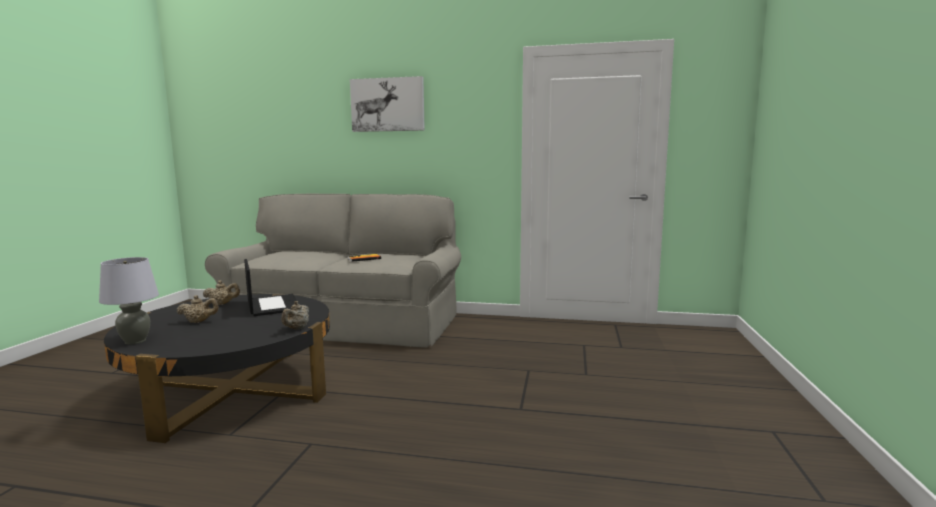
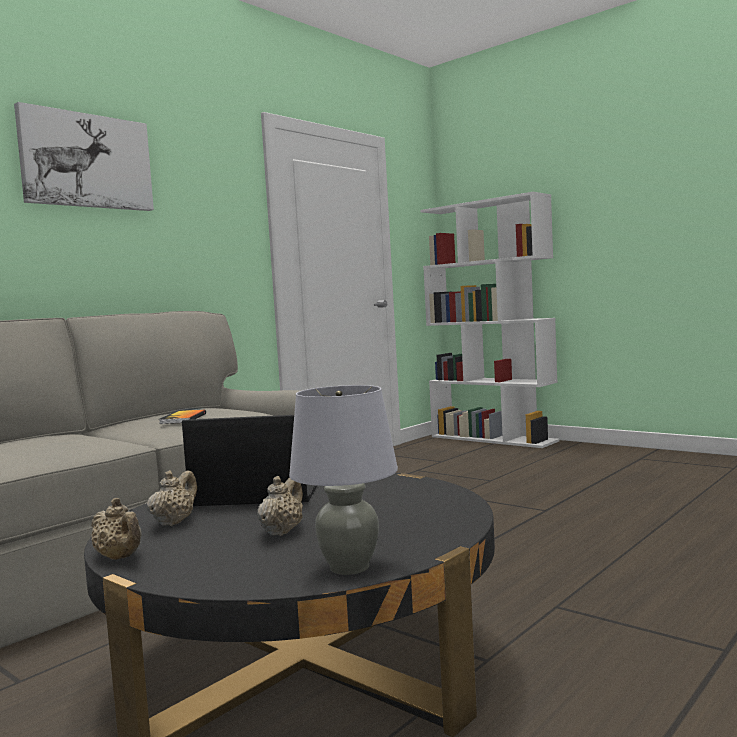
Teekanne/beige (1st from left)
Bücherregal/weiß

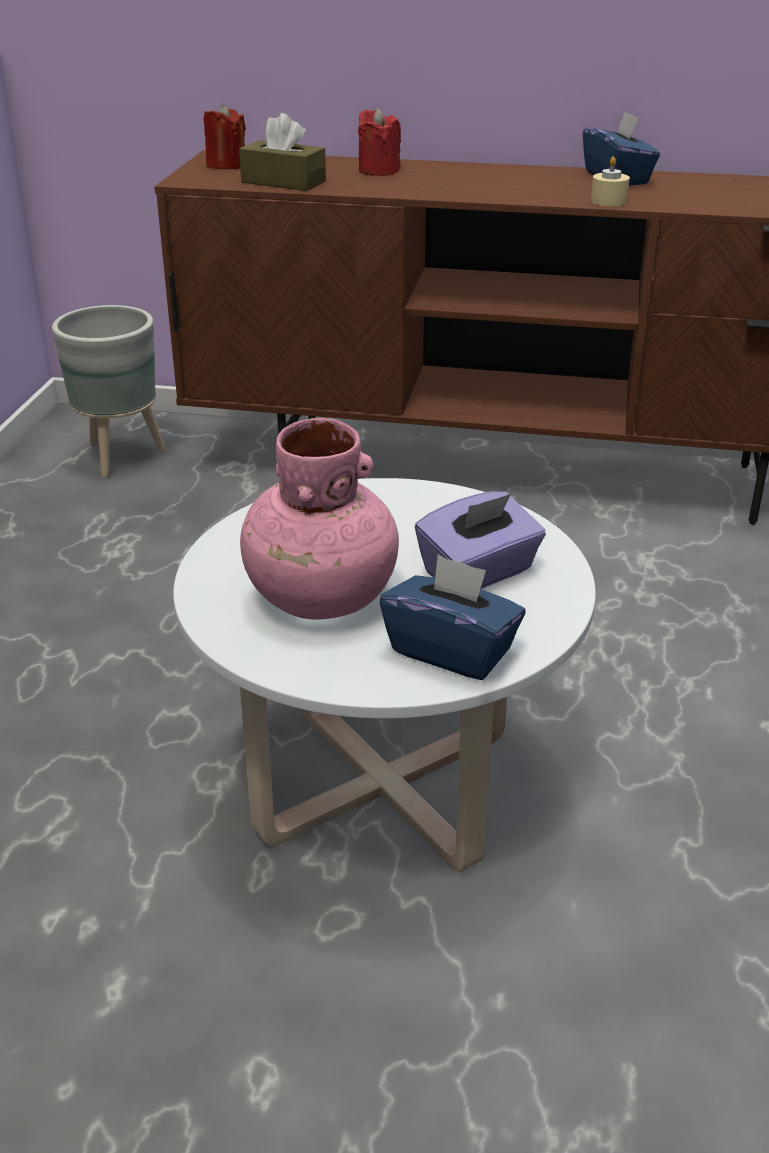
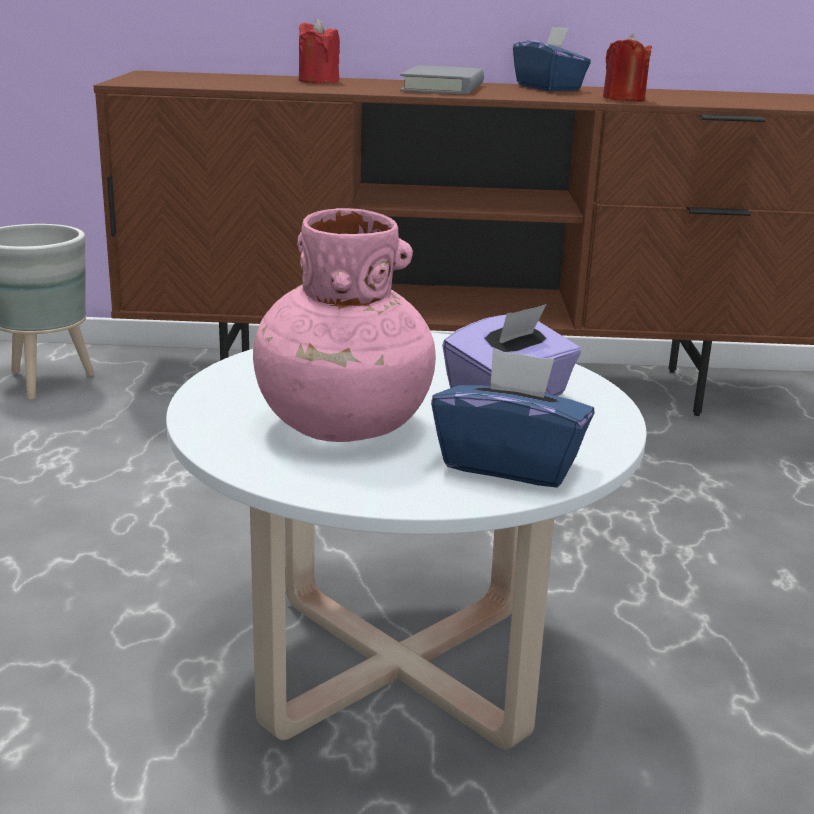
Kerze/rot (2nd from left)
Taschentuchbox/braun
Kerze/beige
Buch/grau

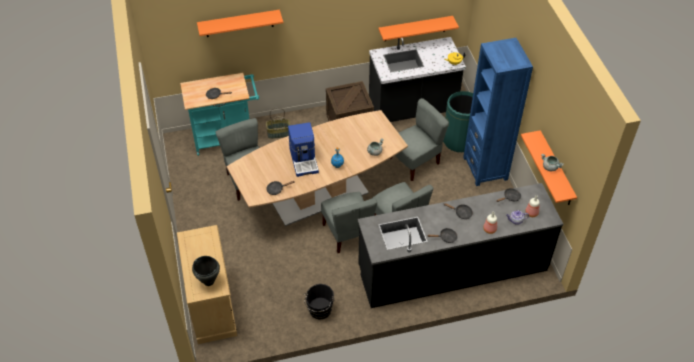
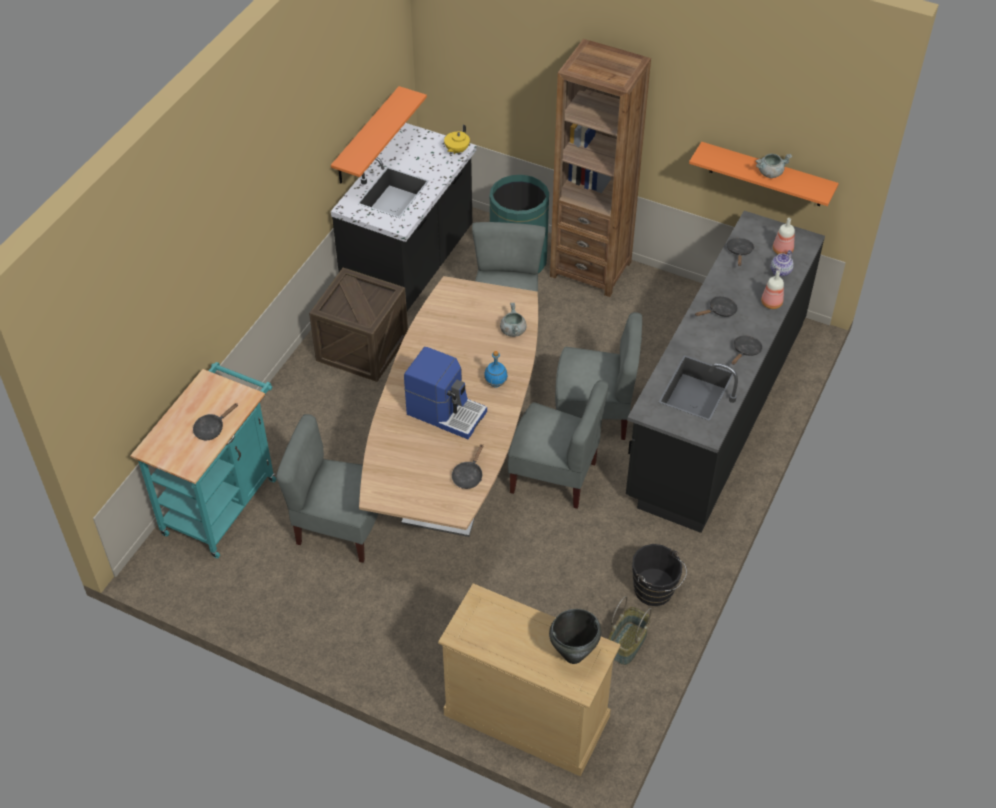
Wandregal/orange (1st from left in the first image)
Bücherregal/braun
Korb

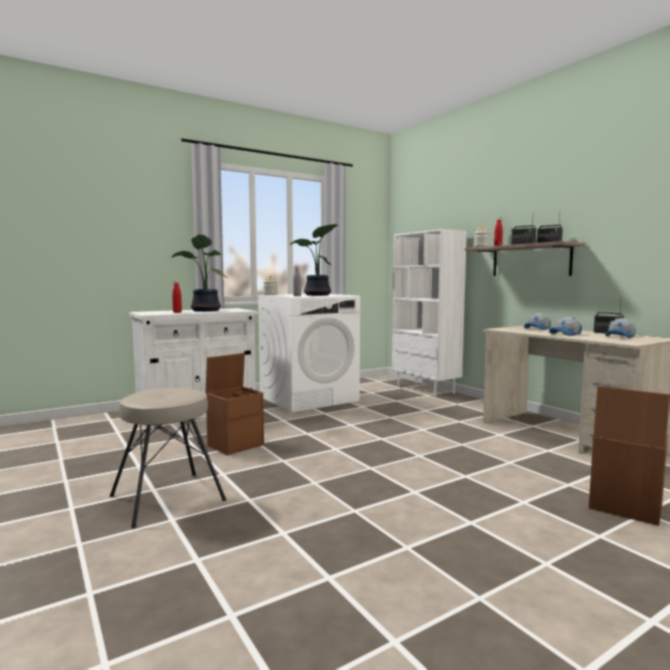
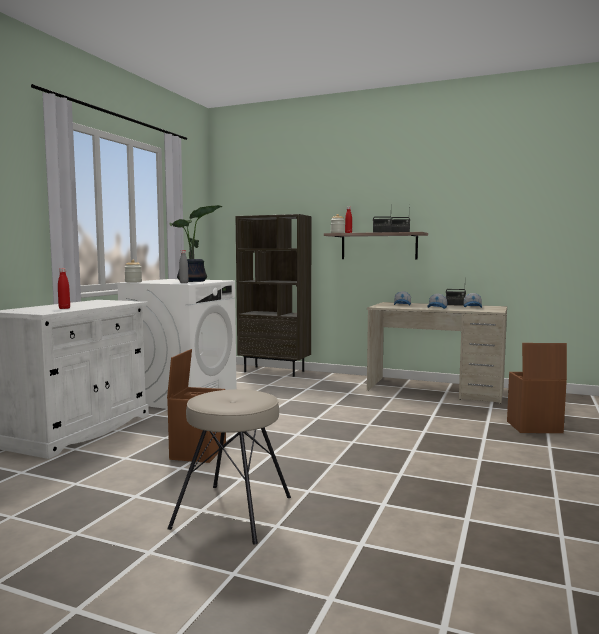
Bücherregal/braun
Topfpflanze (1st from left in the first image)

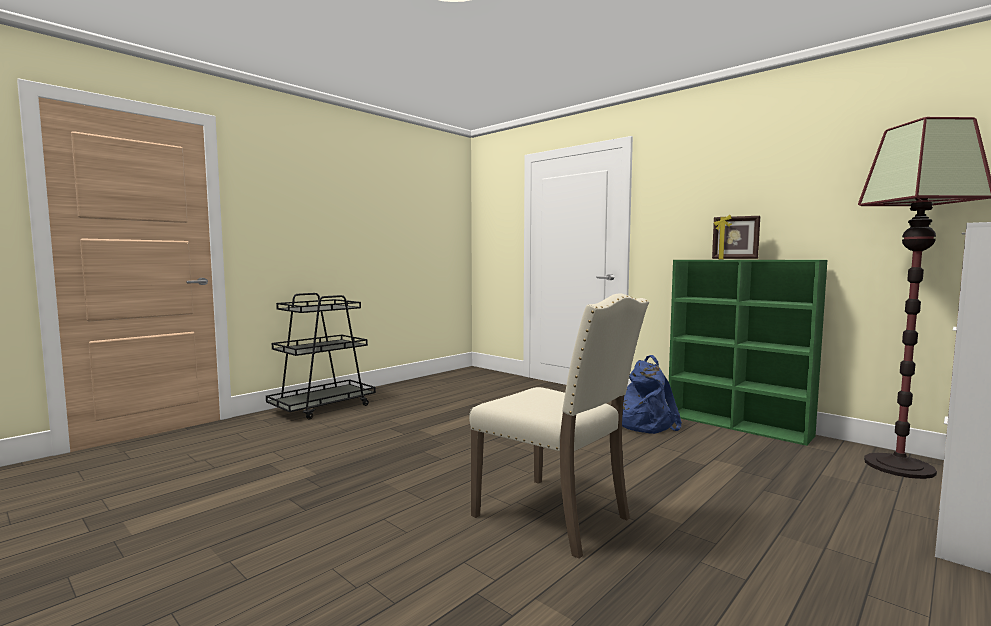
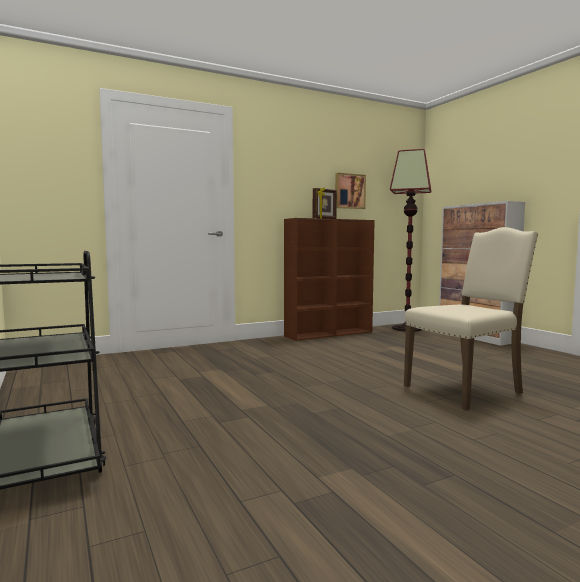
Bücherregal/braun
Rucksack/blau
Bild

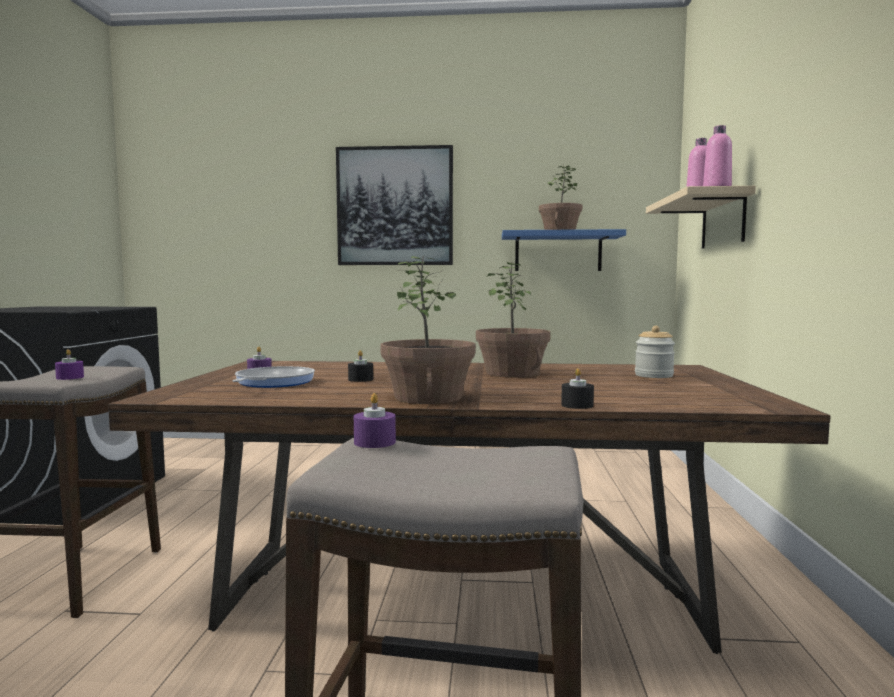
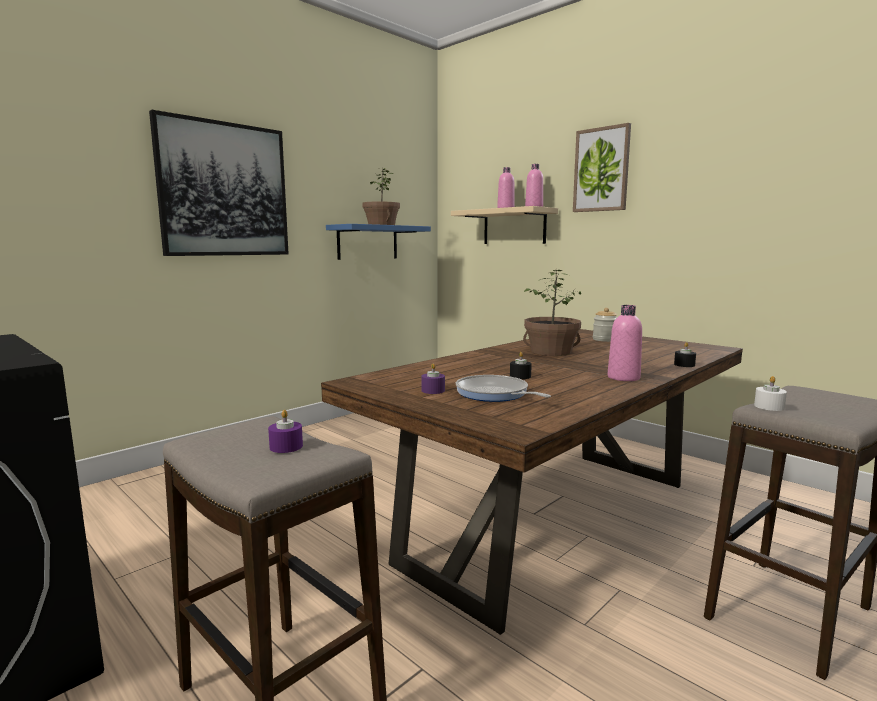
Flasche/rosa (3rd from left)
Kerze/weiß
Bild (2nd from left)

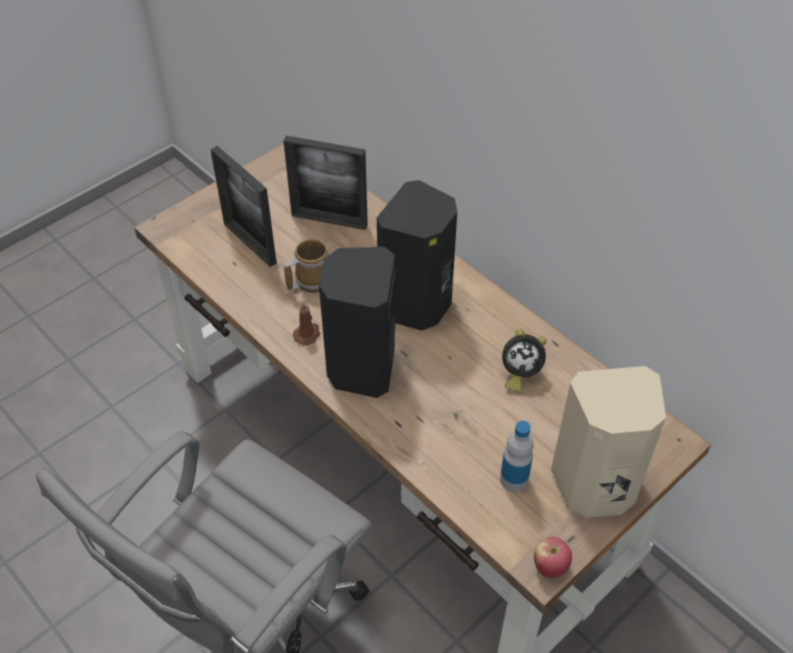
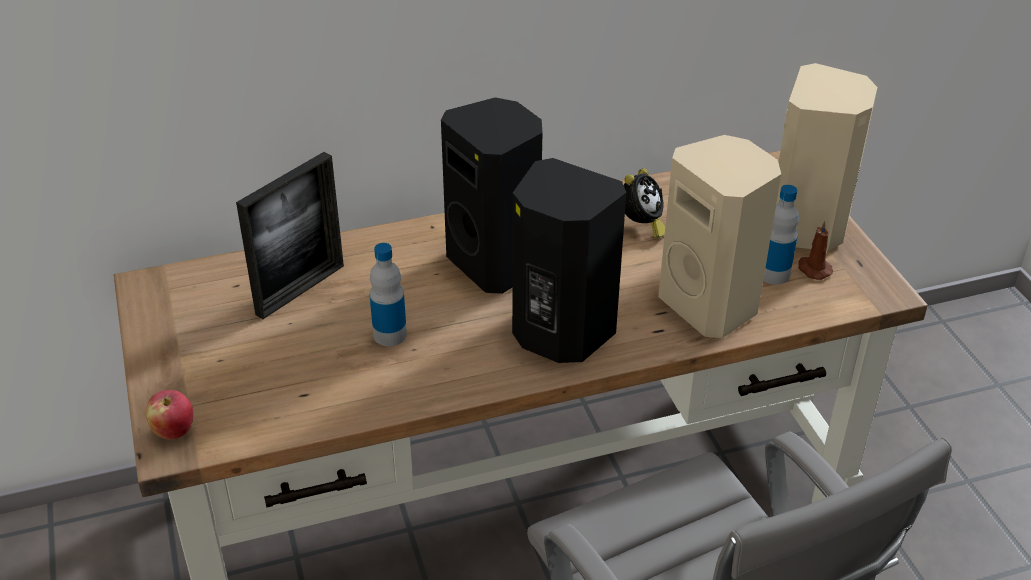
Bilderrahmen (1st from left in the first image)
Flasche (1st from left)
Kerze/braun
Apfel
Lautsprecher/beige (1st from left)

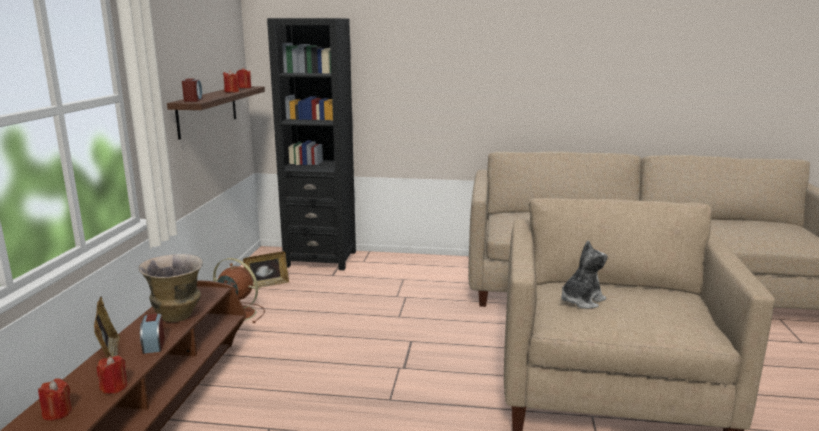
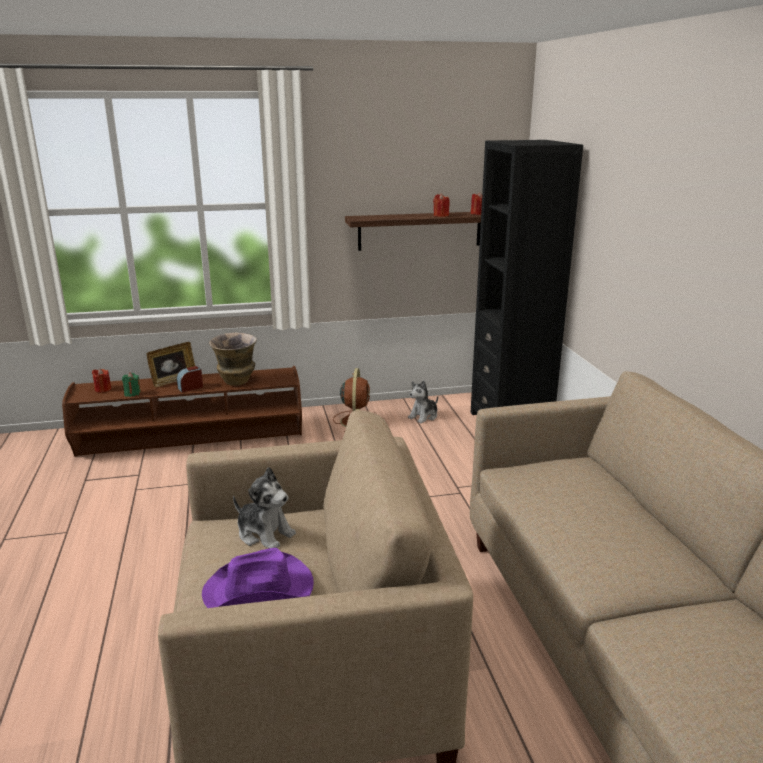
Wecker (2nd from left in the first image)
Plüschtier (2nd from left)
Kerze/grün
Hut/lila

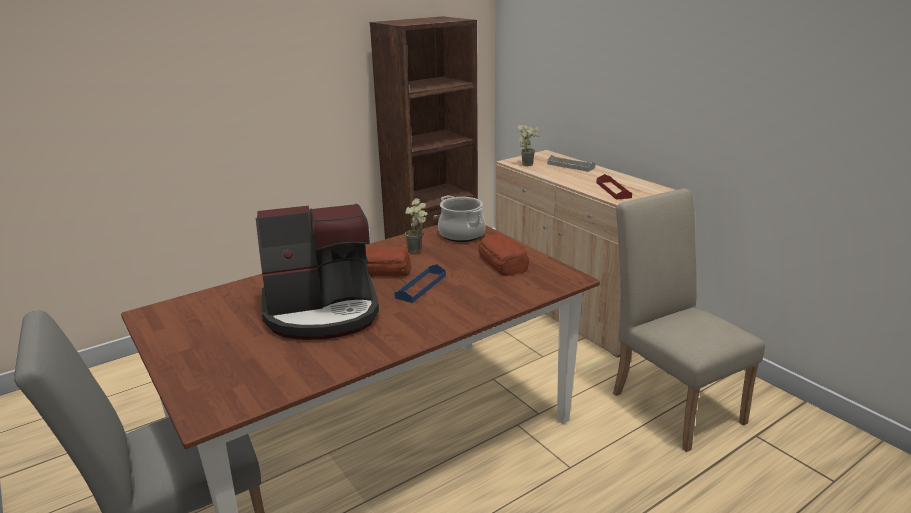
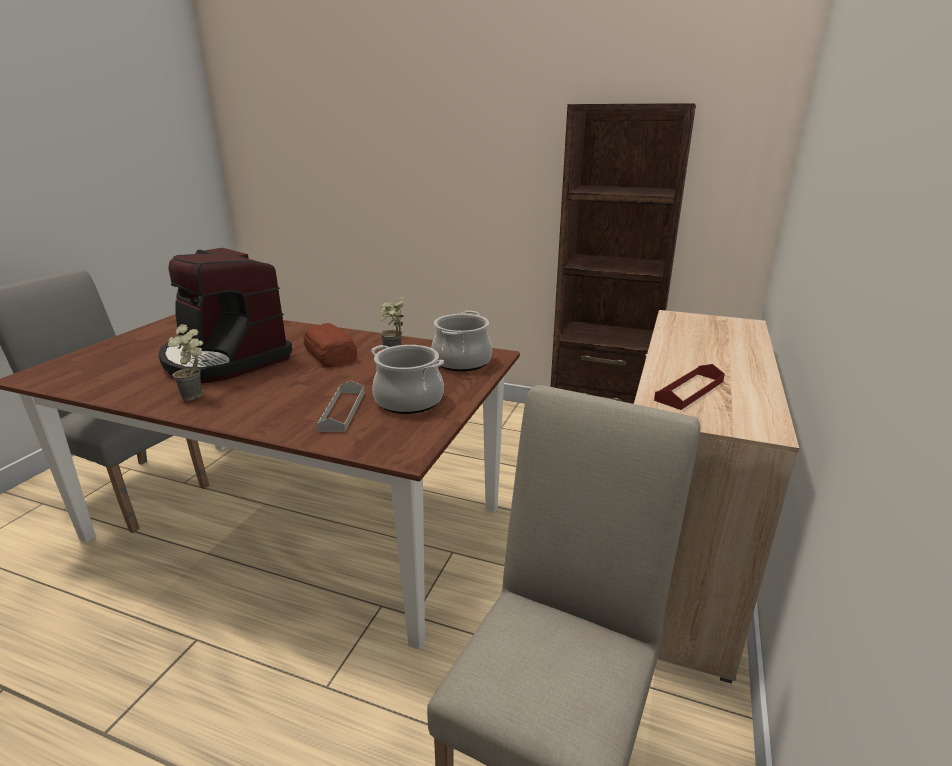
Topfpflanze (1st from left)
Tablett/grau
Kochtopf (1st from left)
Tablett/blau

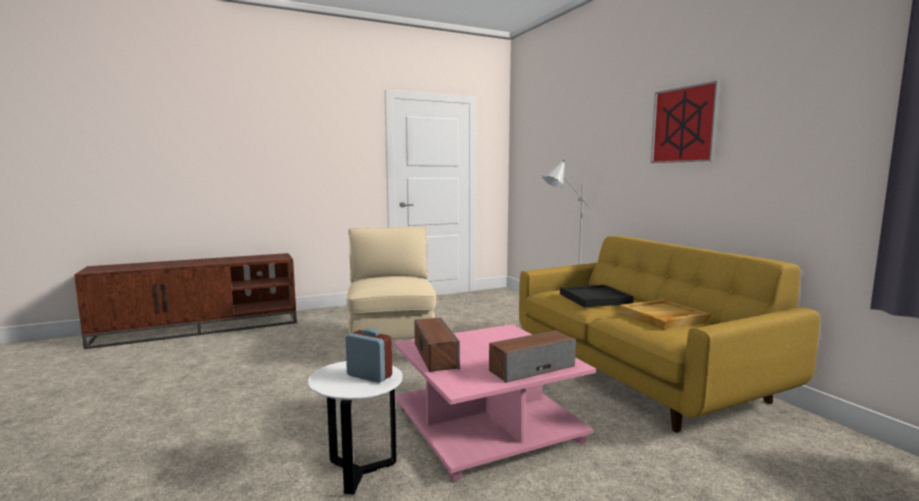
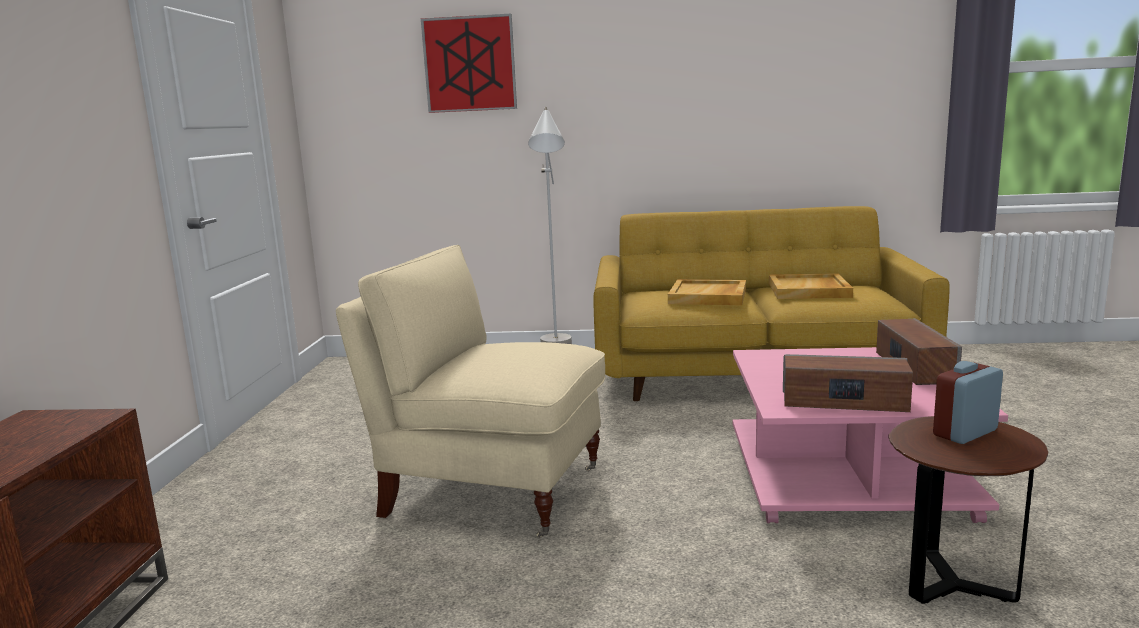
Bild
Tablett/beige (1st from left)
Beistelltisch/braun

